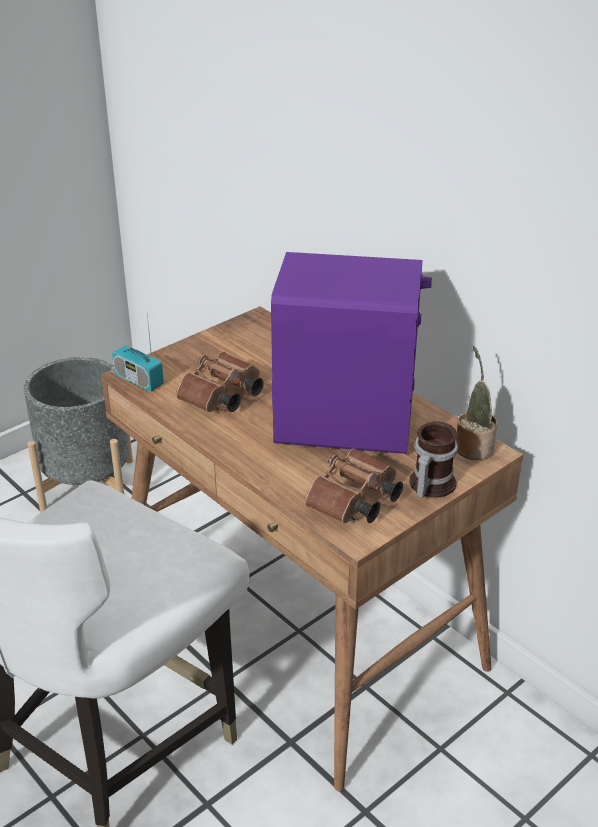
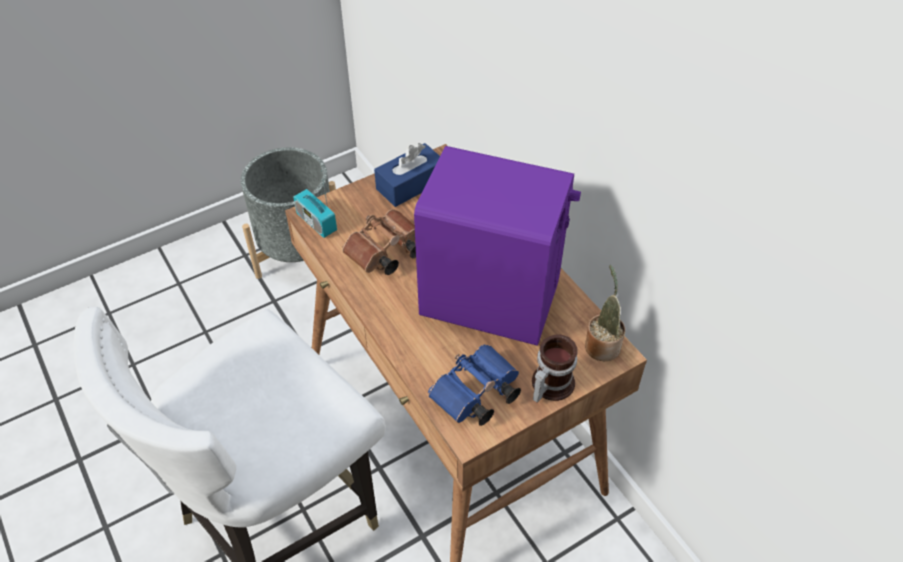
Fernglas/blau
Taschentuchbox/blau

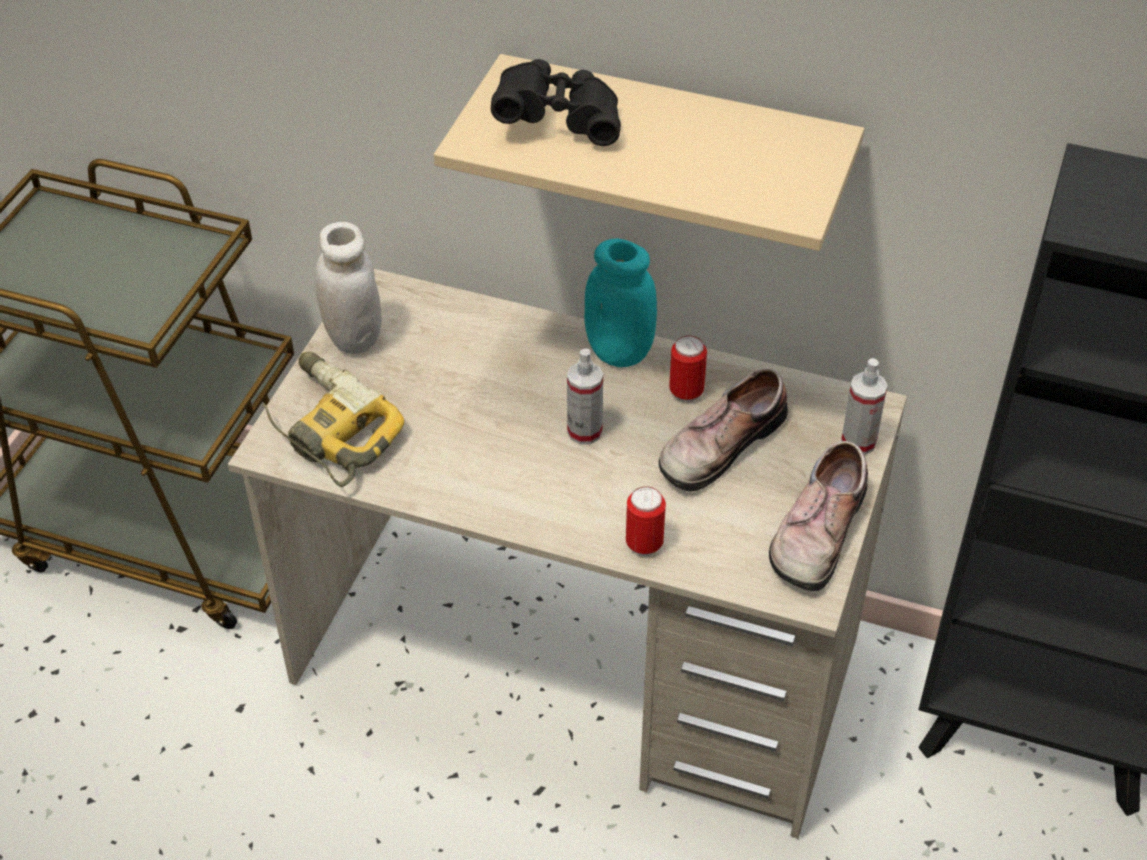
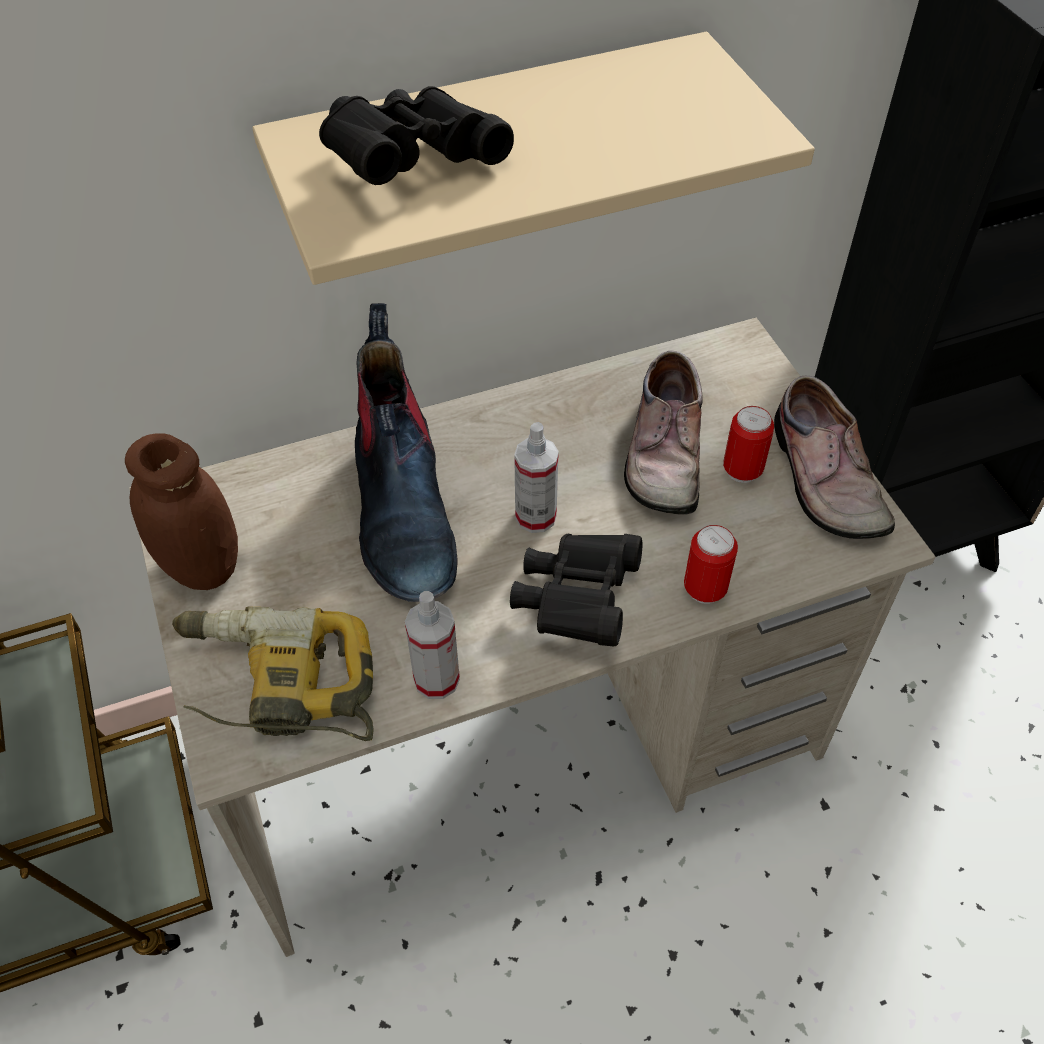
Vorratsglas/braun
Vorratsglas/türkis
Dose (2nd from left)
Sprühflasche (1st from left)
Stiefel
Fernglas/schwarz (2nd from left)

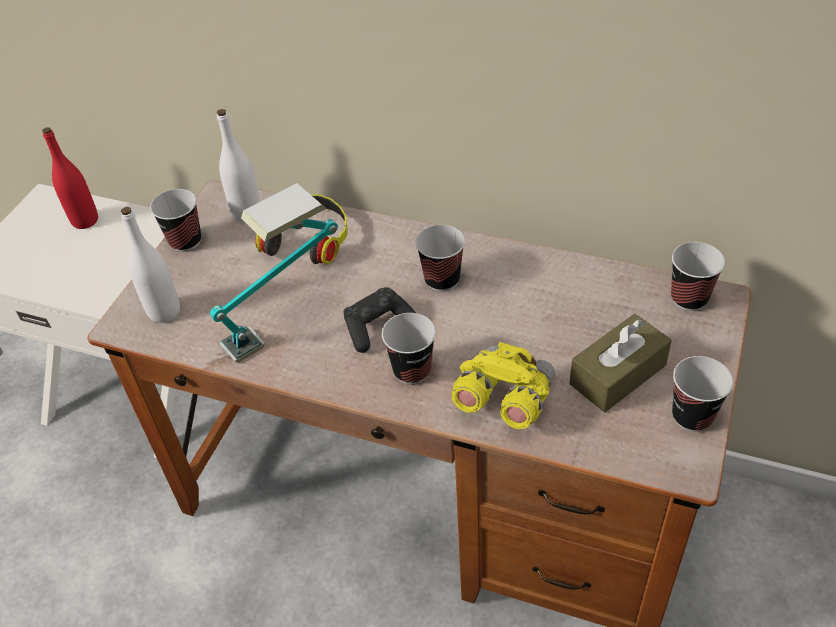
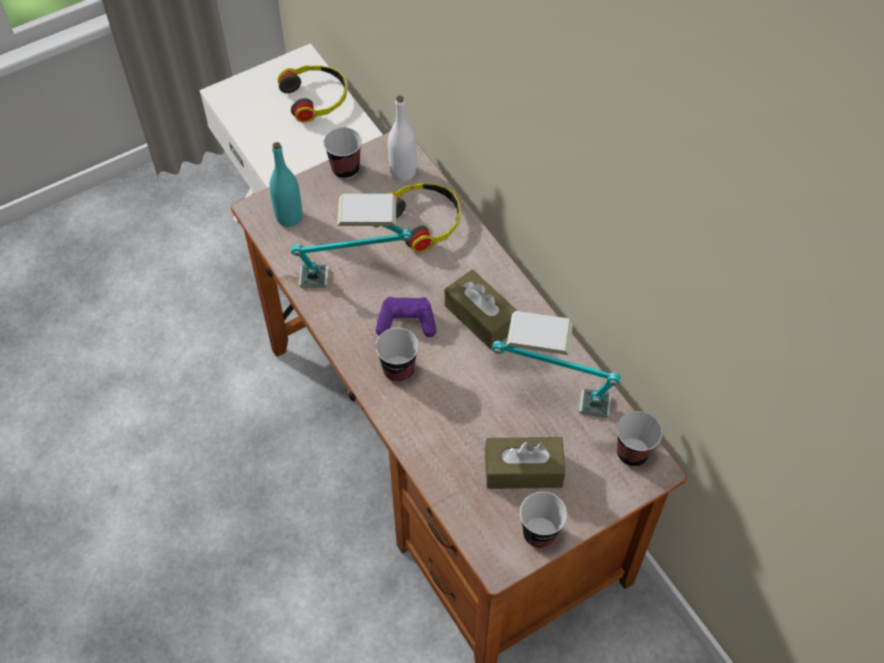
Kopfhörer (1st from left)
Flasche/türkis
Taschentuchbox/braun (1st from left)
Gamepad/lila
Fernglas/gelb
Tischlampe (2nd from left)

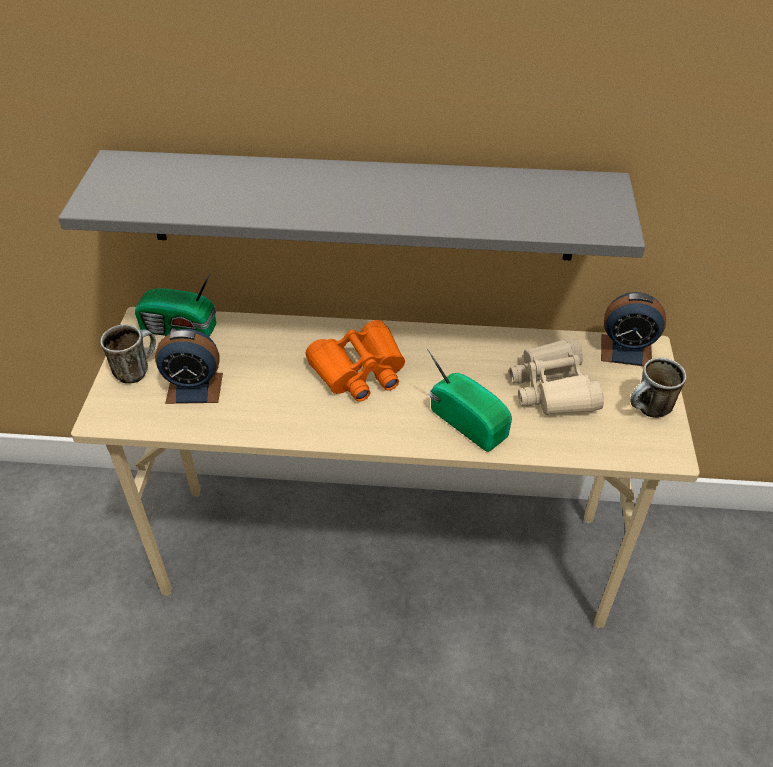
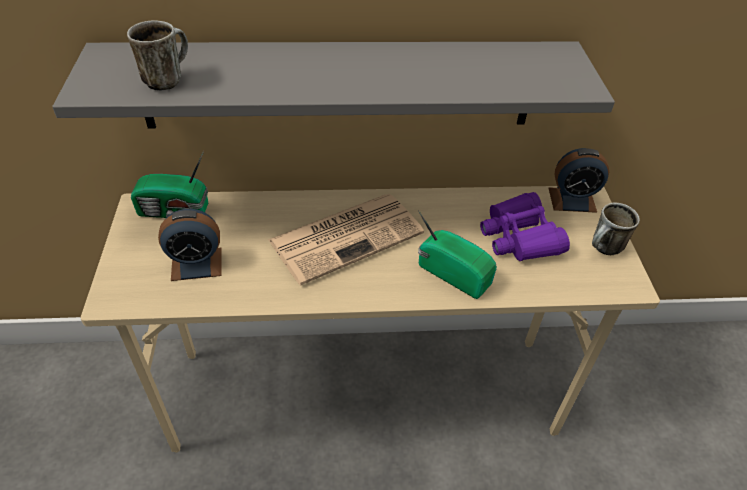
Zeitung
Henkelbecher (1st from left)
Fernglas/lila

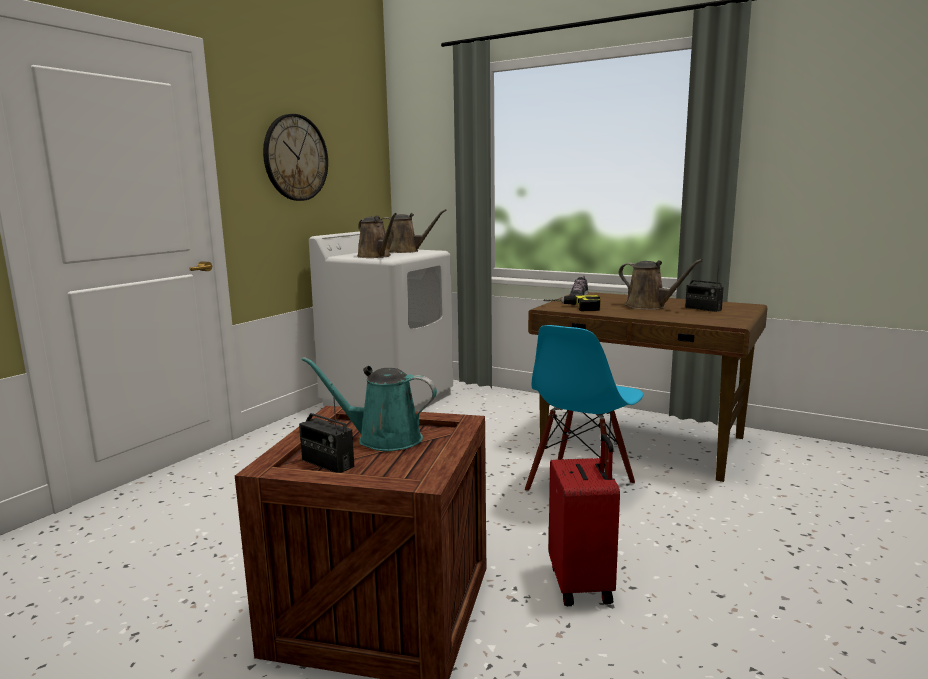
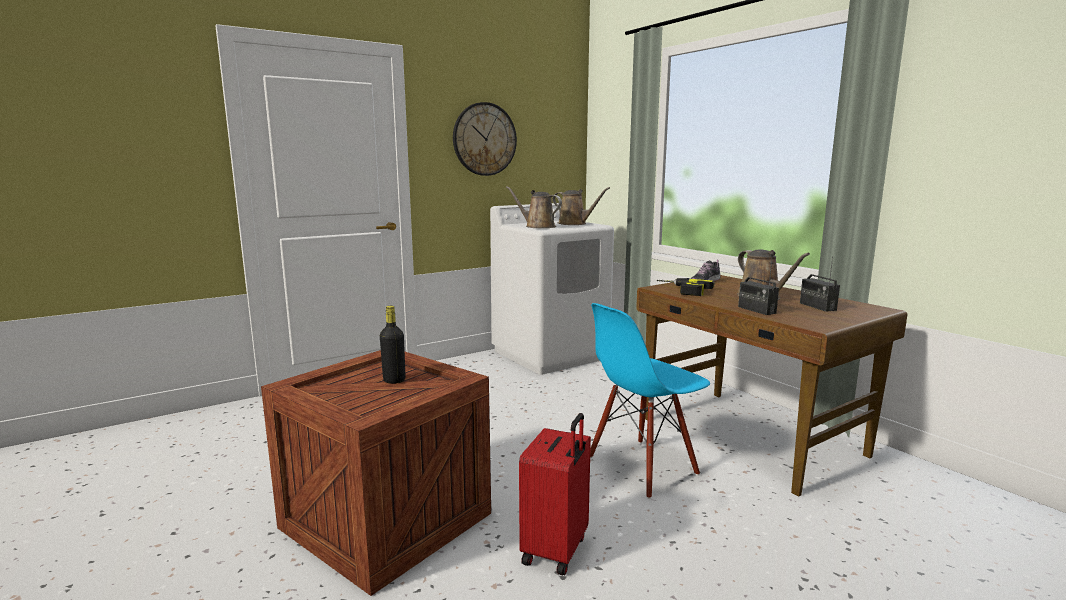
Gießkanne/braun (1st from left)
Flasche/schwarz
Radio (1st from left)

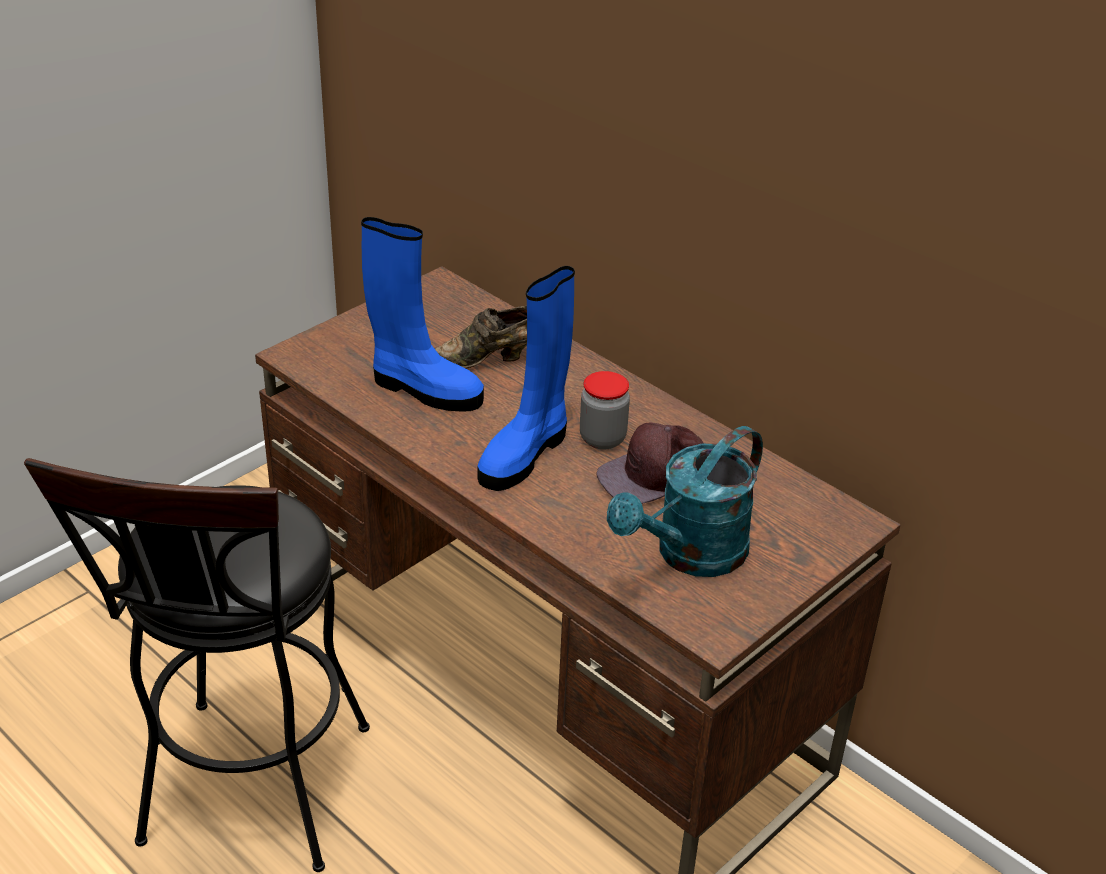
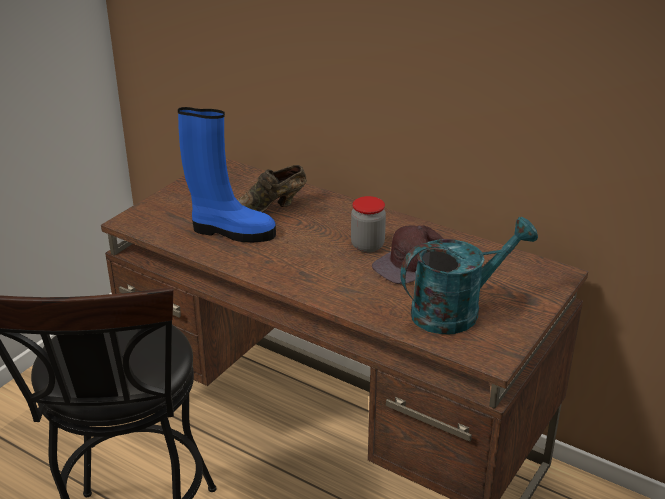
Stiefel/blau (2nd from left in the first image)
Gießkanne/türkis

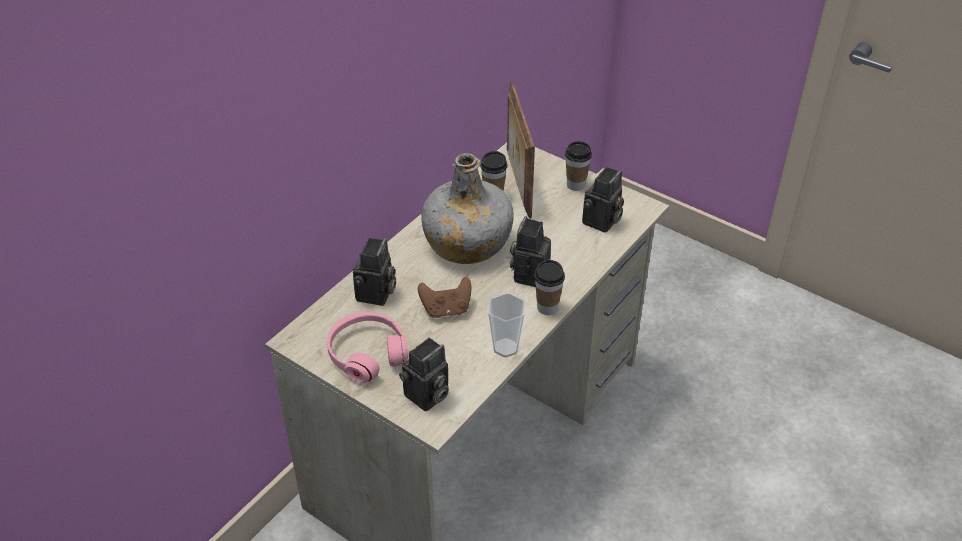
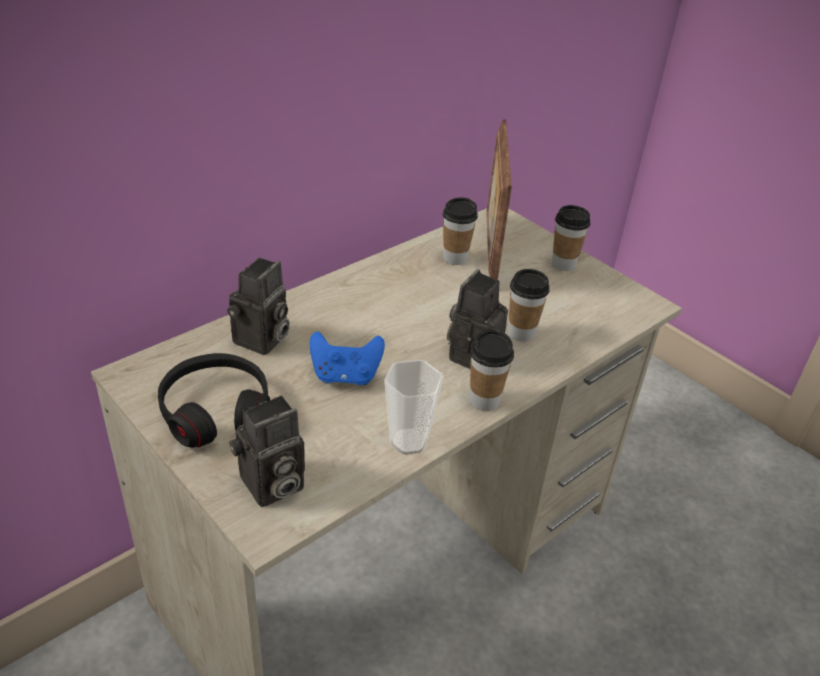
Flasche/grau
Kamera (4th from left in the first image)
Gamepad/blau
Kopfhörer/schwarz
Tasse (4th from left)

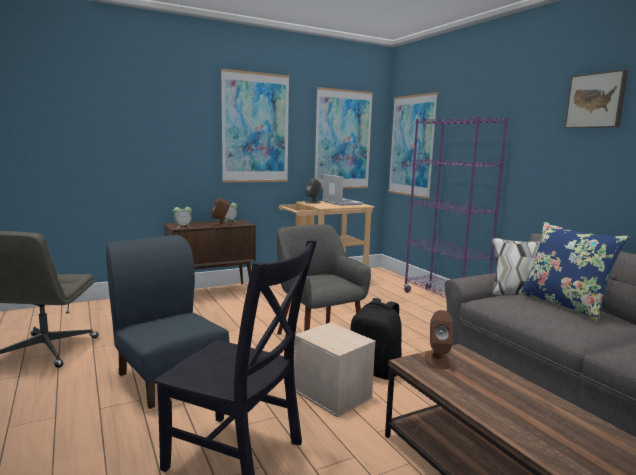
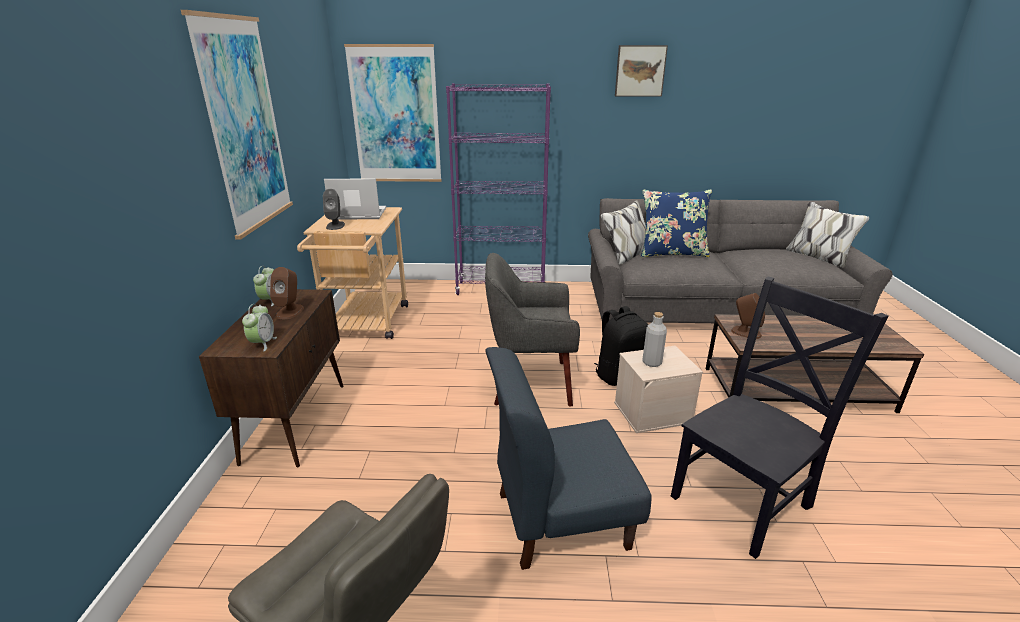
Bild (2nd from left in the first image)
Flasche/grau

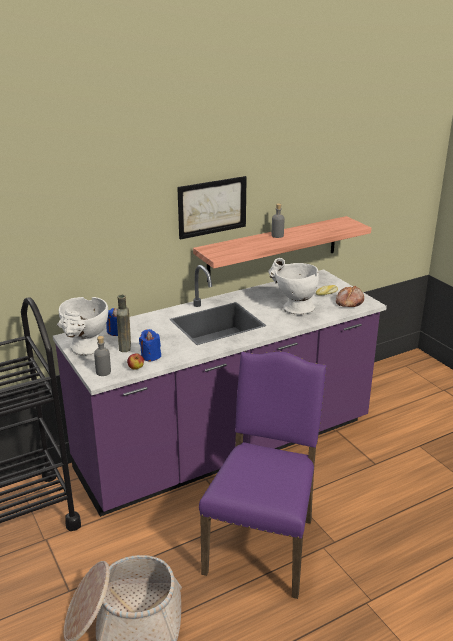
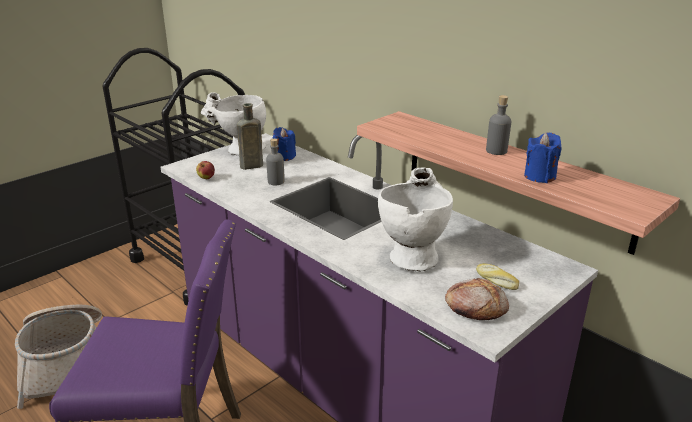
Bild
Kerze/blau (2nd from left)
Flasche/grau (1st from left)

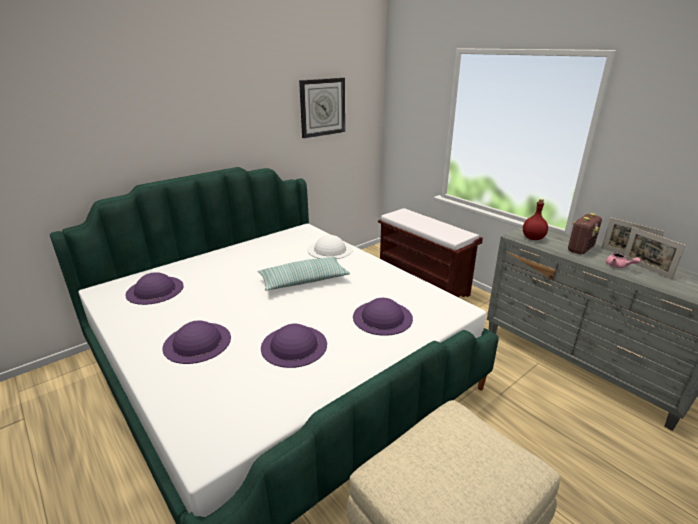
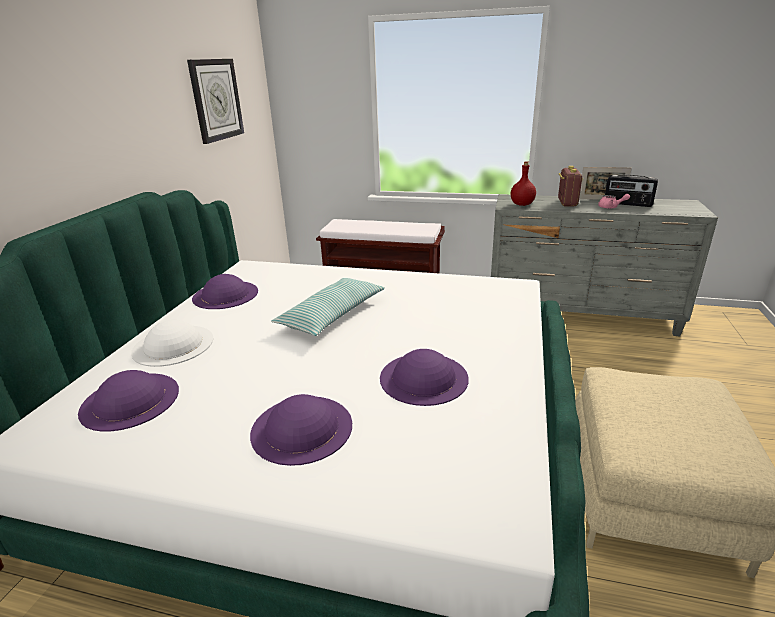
Radio (2nd from left)
Hut/weiß
Hut/lila (2nd from left)

